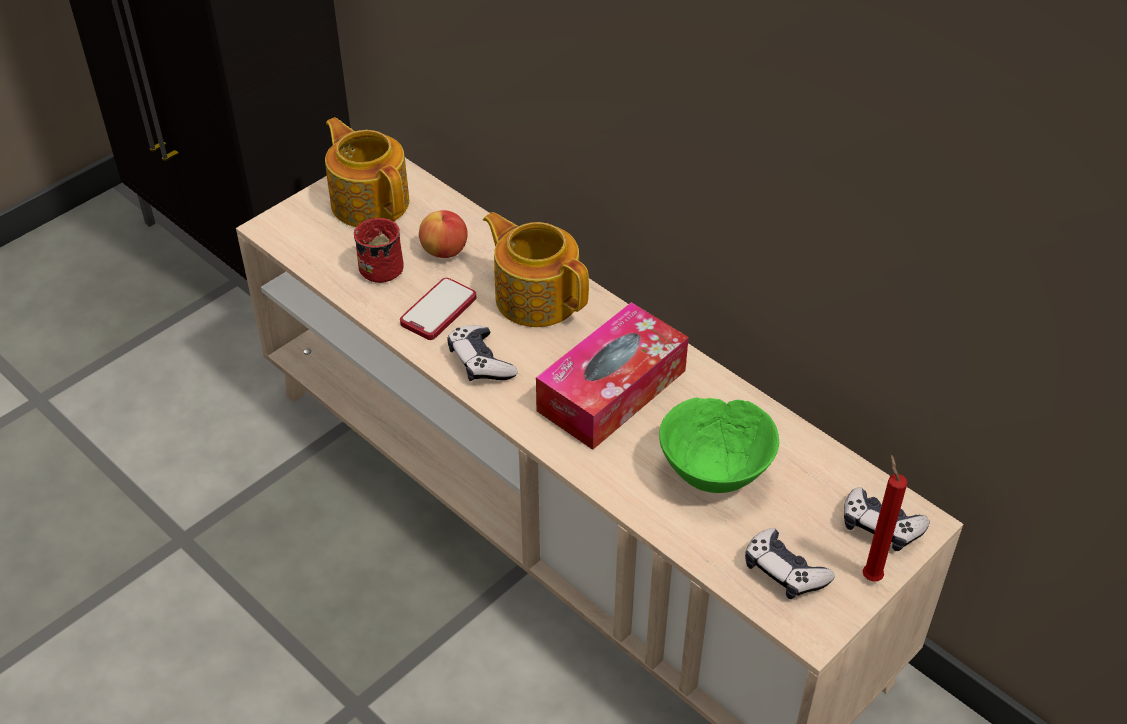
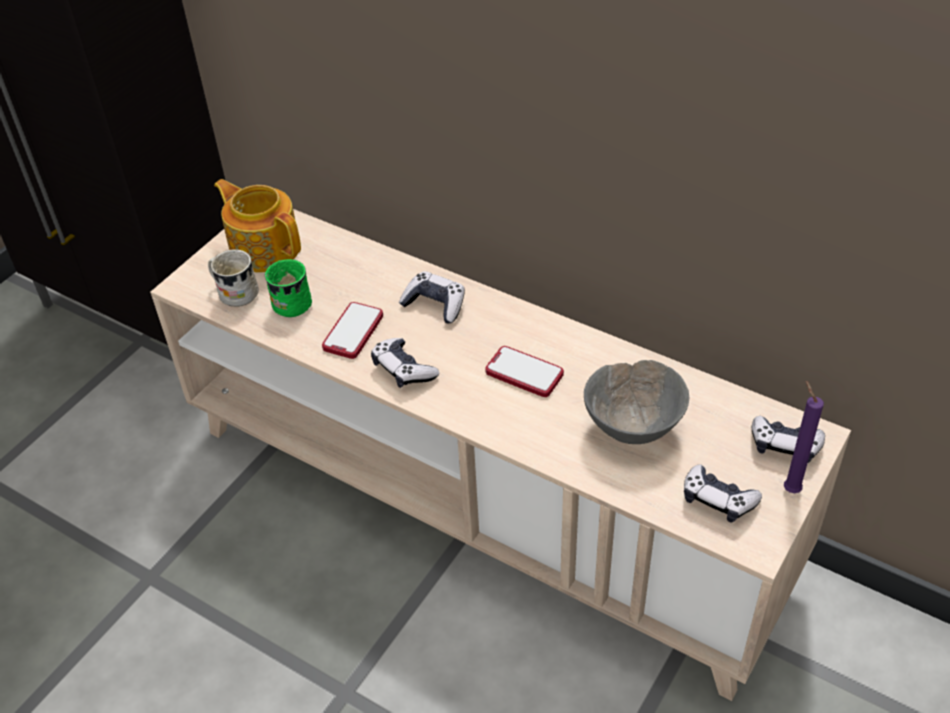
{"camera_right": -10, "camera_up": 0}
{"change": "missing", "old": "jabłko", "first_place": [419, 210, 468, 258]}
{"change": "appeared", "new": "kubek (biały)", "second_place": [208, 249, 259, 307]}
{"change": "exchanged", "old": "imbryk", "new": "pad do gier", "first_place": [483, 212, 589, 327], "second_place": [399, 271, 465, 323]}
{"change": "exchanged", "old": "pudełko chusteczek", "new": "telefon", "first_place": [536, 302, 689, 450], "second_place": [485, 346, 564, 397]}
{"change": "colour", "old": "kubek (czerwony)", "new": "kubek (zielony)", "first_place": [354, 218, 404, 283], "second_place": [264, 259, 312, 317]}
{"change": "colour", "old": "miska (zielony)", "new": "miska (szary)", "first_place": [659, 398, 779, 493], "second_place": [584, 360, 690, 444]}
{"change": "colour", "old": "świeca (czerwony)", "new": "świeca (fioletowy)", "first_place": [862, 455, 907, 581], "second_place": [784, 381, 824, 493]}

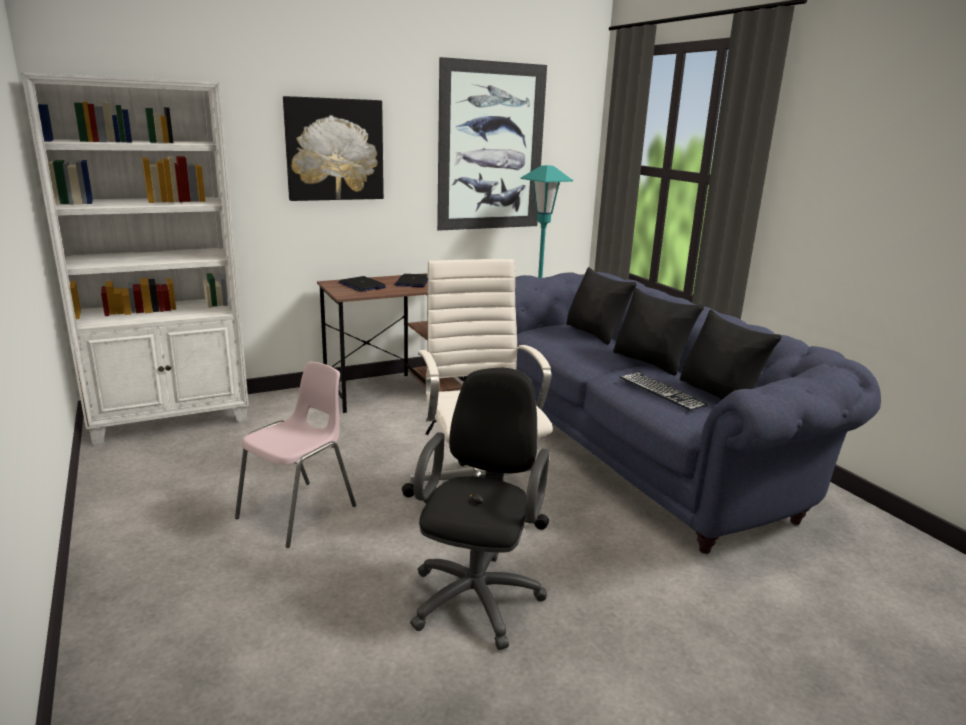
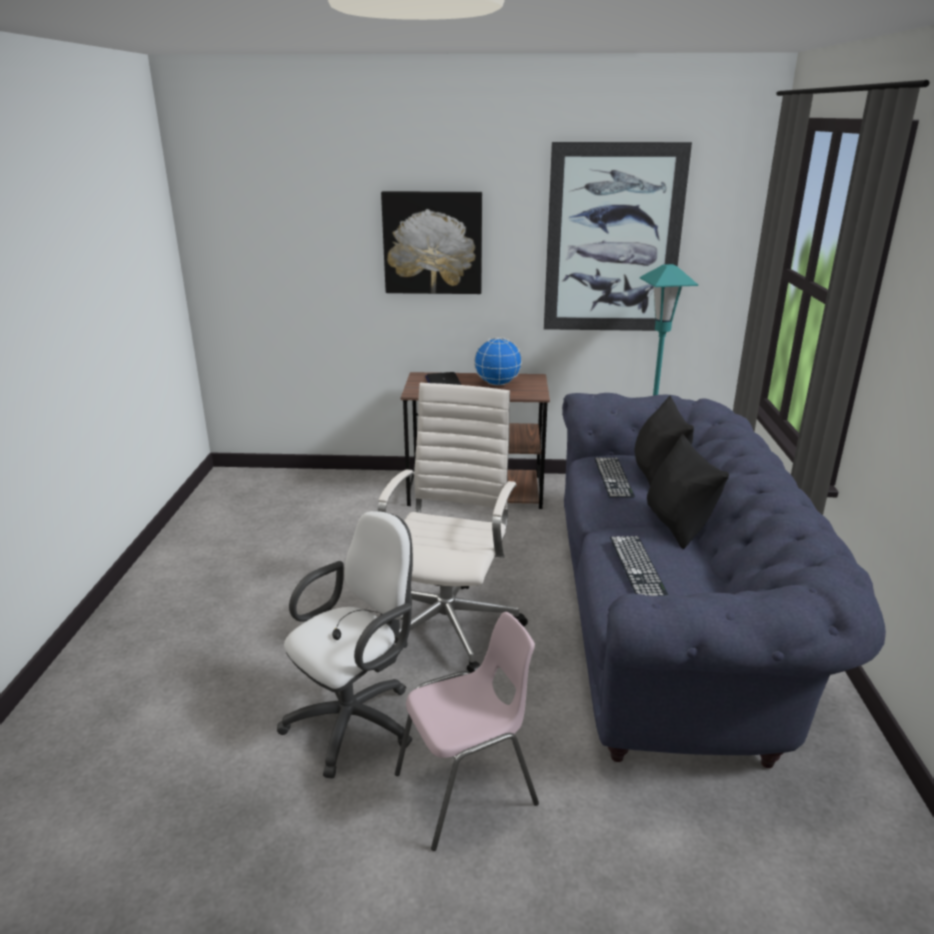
{"camera_right": 30, "camera_up": 5}
{"change": "missing", "old": "regał (biały)", "first_place": [21, 72, 249, 445]}
{"change": "missing", "old": "poduszka (czarny)", "first_place": [680, 310, 781, 400]}
{"change": "appeared", "new": "klawiatura", "second_place": [594, 458, 635, 498]}
{"change": "relocated", "old": "krzesło (różowy)", "first_place": [235, 362, 356, 548], "second_place": [395, 612, 539, 851]}
{"change": "exchanged", "old": "laptop", "new": "globus", "first_place": [394, 274, 428, 287], "second_place": [474, 338, 522, 385]}
{"change": "colour", "old": "krzesło biurowe (czarny)", "new": "krzesło biurowe (biały)", "first_place": [410, 368, 550, 650], "second_place": [277, 511, 413, 778]}

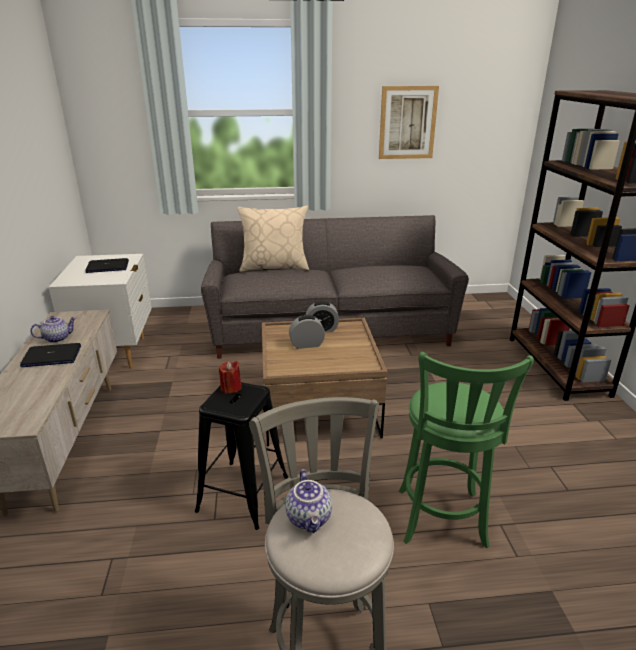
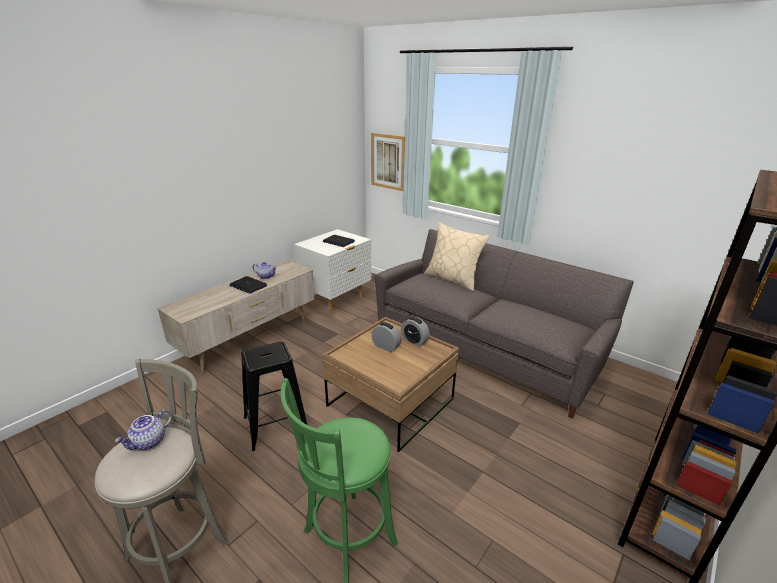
{"camera_right": 45, "camera_up": 0}
{"change": "missing", "old": "świeca (czerwony)", "first_place": [219, 361, 242, 394]}
{"change": "relocated", "old": "obraz", "first_place": [379, 86, 439, 159], "second_place": [371, 133, 405, 191]}

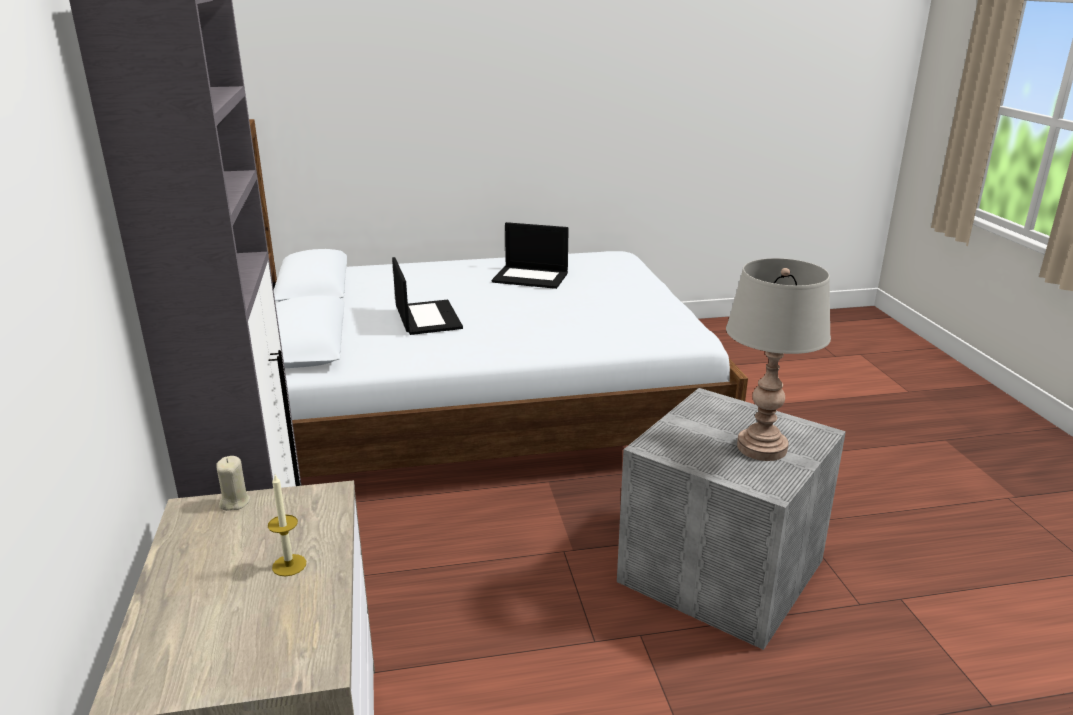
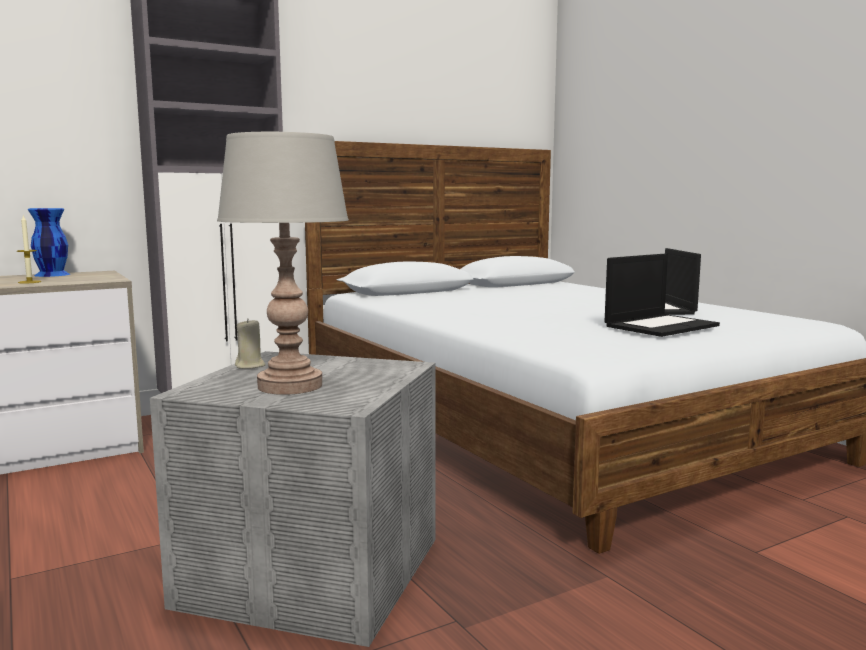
{"camera_right": 70, "camera_up": -15}
{"change": "appeared", "new": "wazon (niebieski)", "second_place": [28, 208, 70, 277]}
{"change": "relocated", "old": "świeca (beżowy)", "first_place": [216, 456, 251, 511], "second_place": [235, 318, 266, 369]}
{"change": "relocated", "old": "laptop", "first_place": [392, 257, 463, 335], "second_place": [604, 254, 720, 337]}

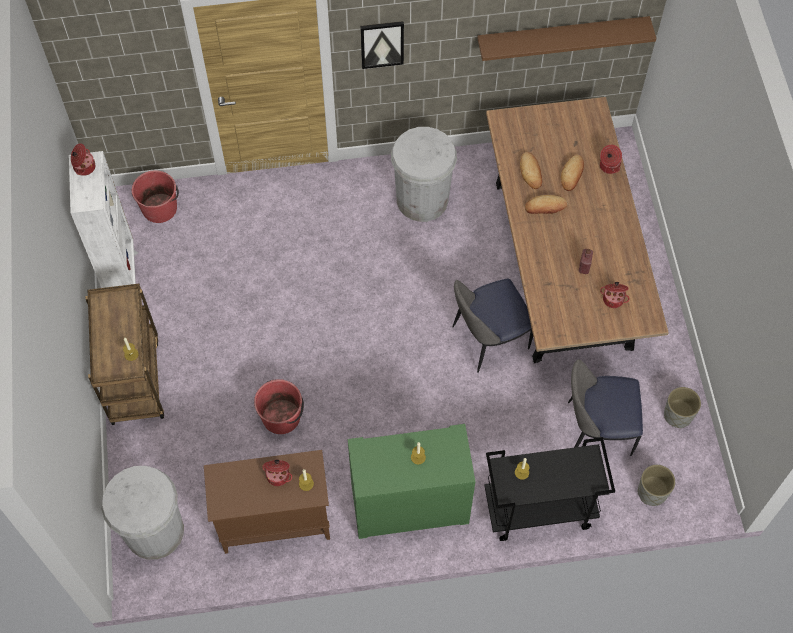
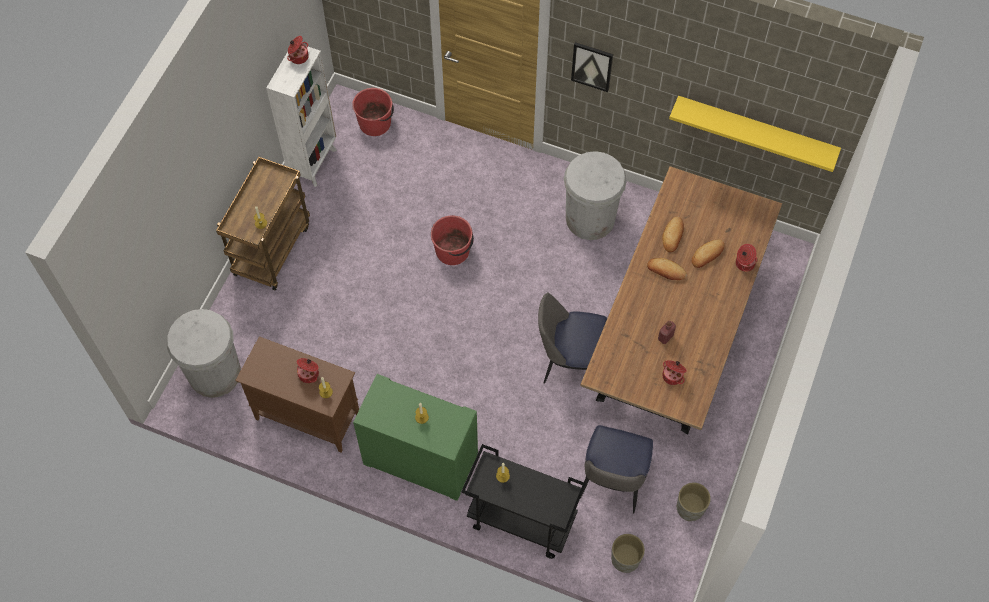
{"camera_right": 30, "camera_up": 0}
{"change": "relocated", "old": "wiadro (czerwony)", "first_place": [254, 379, 304, 434], "second_place": [431, 215, 474, 265]}
{"change": "colour", "old": "półka (brązowy)", "new": "półka (żółty)", "first_place": [477, 16, 657, 61], "second_place": [669, 96, 841, 172]}
{"change": "spun", "old": "krzesło", "first_place": [568, 359, 643, 456], "second_place": [580, 425, 653, 514], "degrees": -105}

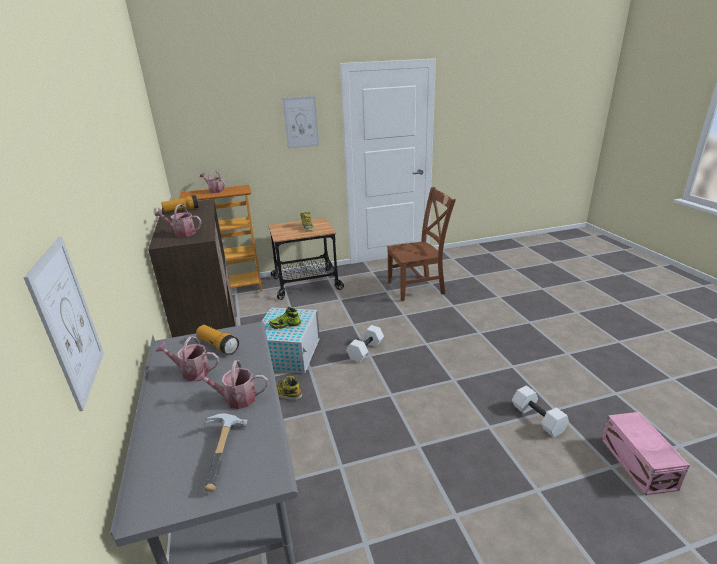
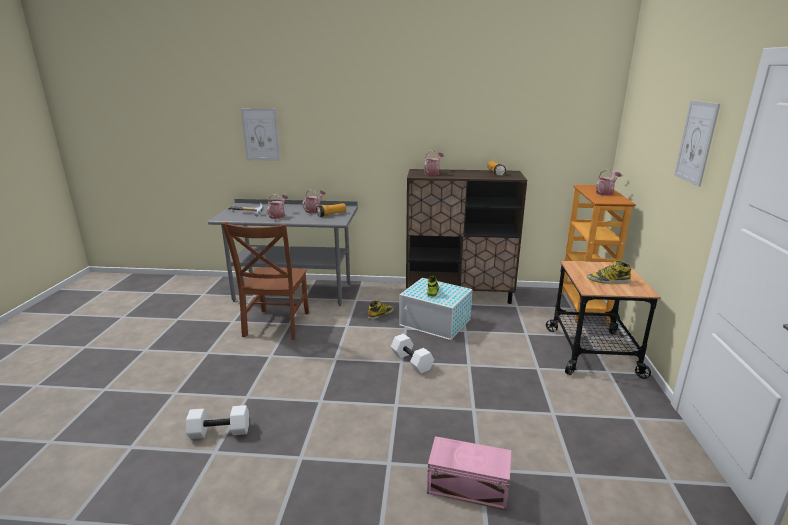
{"camera_right": 110, "camera_up": -5}
{"change": "relocated", "old": "krzesło (brązowy)", "first_place": [387, 187, 456, 301], "second_place": [221, 222, 309, 340]}
{"change": "relocated", "old": "pojemnik do przechowywania (różowy)", "first_place": [602, 412, 690, 495], "second_place": [427, 436, 511, 510]}

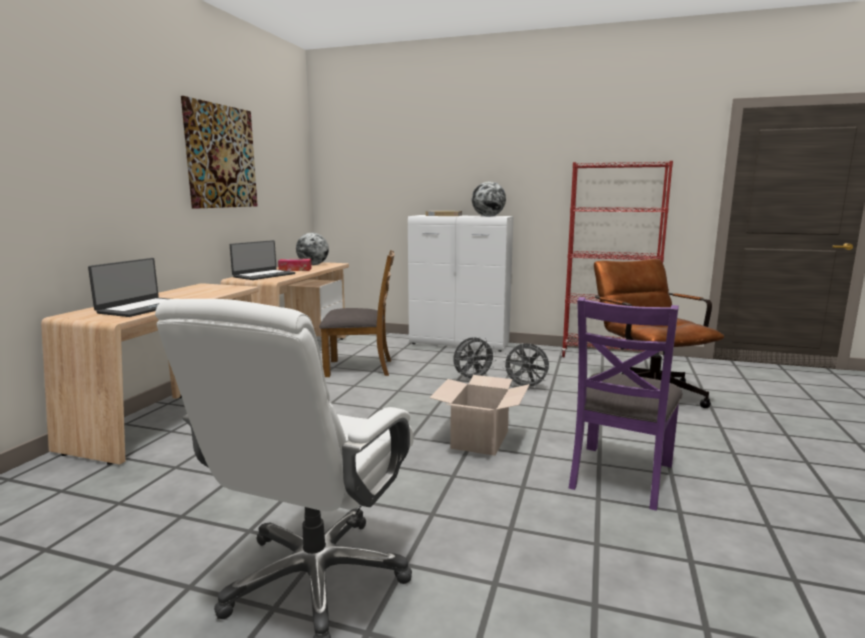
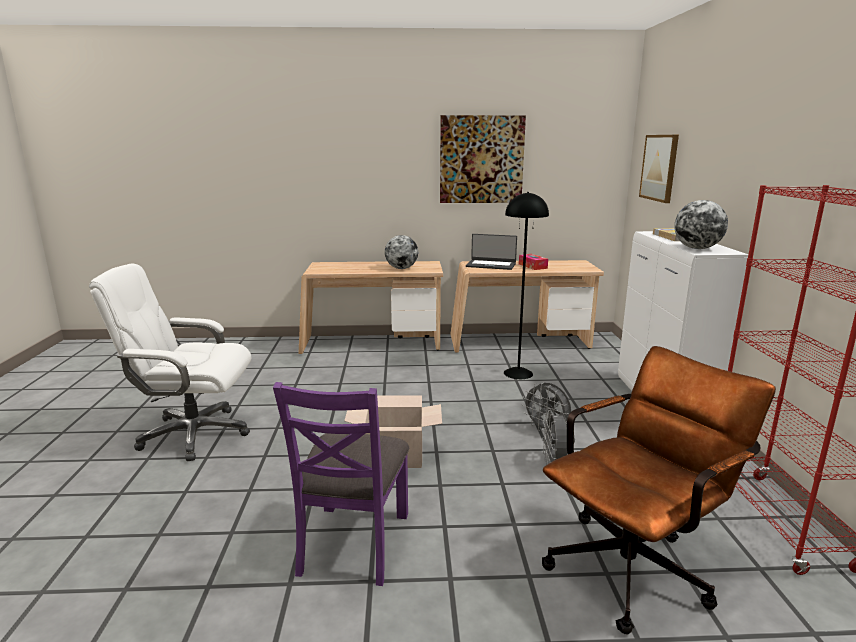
{"camera_right": 70, "camera_up": 5}
{"change": "missing", "old": "laptop", "first_place": [88, 258, 169, 317]}
{"change": "appeared", "new": "obraz", "second_place": [639, 135, 679, 203]}
{"change": "relocated", "old": "globus", "first_place": [296, 233, 329, 265], "second_place": [385, 235, 418, 269]}
{"change": "exchanged", "old": "krzesło (brązowy)", "new": "lampa stojąca (czarny)", "first_place": [319, 250, 395, 377], "second_place": [504, 192, 549, 379]}
{"change": "spun", "old": "krzesło (fioletowy)", "first_place": [569, 297, 683, 511], "second_place": [273, 382, 409, 586], "degrees": -90}

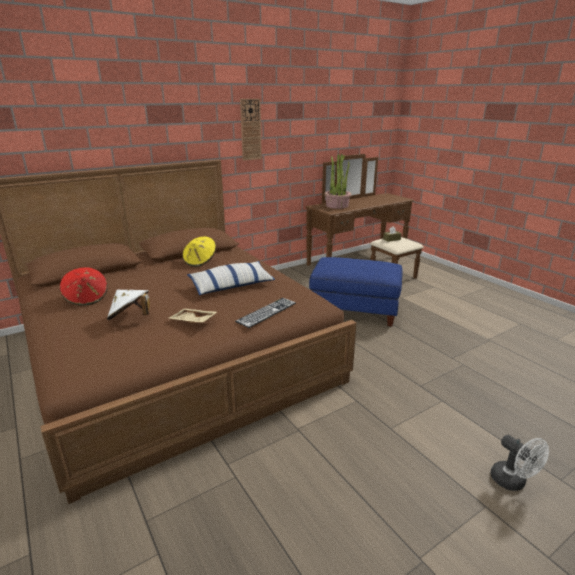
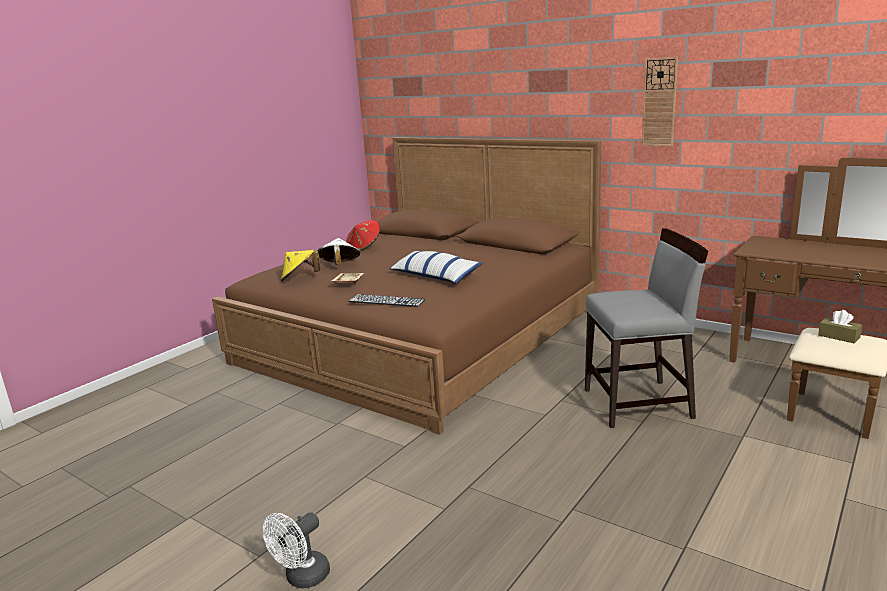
{"camera_right": 70, "camera_up": -5}
{"change": "missing", "old": "roślina doniczkowa", "first_place": [324, 154, 351, 209]}
{"change": "relocated", "old": "kapelusz (żółty)", "first_place": [183, 237, 216, 267], "second_place": [281, 250, 320, 282]}
{"change": "exchanged", "old": "pufa (niebieski)", "new": "krzesło (szary)", "first_place": [309, 257, 403, 326], "second_place": [585, 228, 708, 428]}

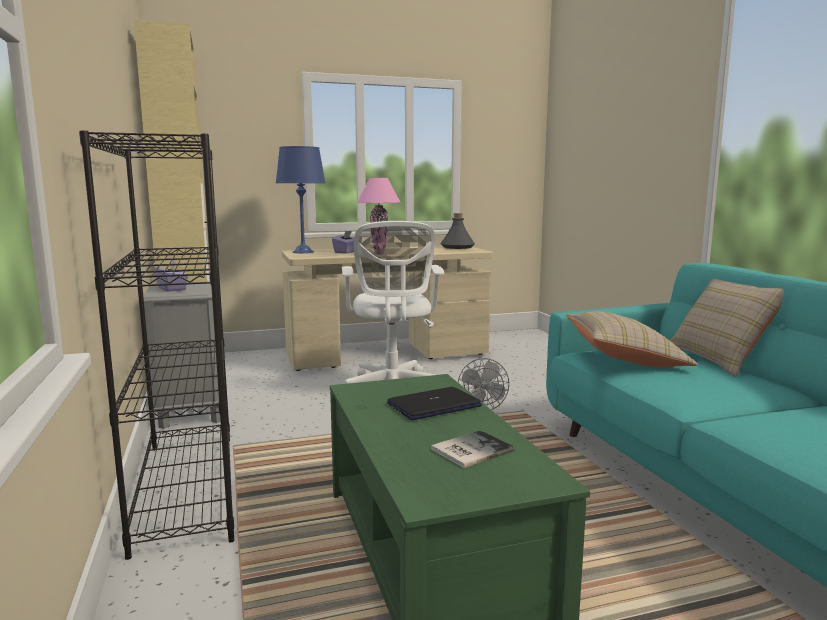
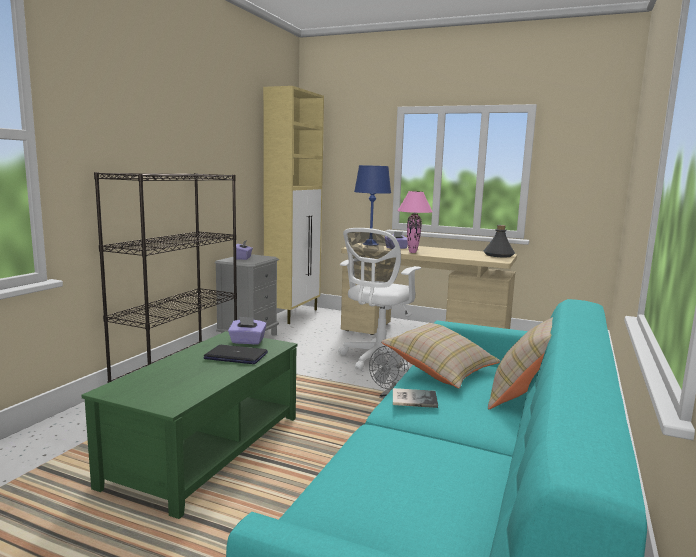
{"camera_right": 40, "camera_up": 0}
{"change": "appeared", "new": "pudełko chusteczek (fioletowy)", "second_place": [228, 317, 267, 345]}
{"change": "relocated", "old": "książka", "first_place": [431, 430, 514, 468], "second_place": [393, 388, 438, 408]}

